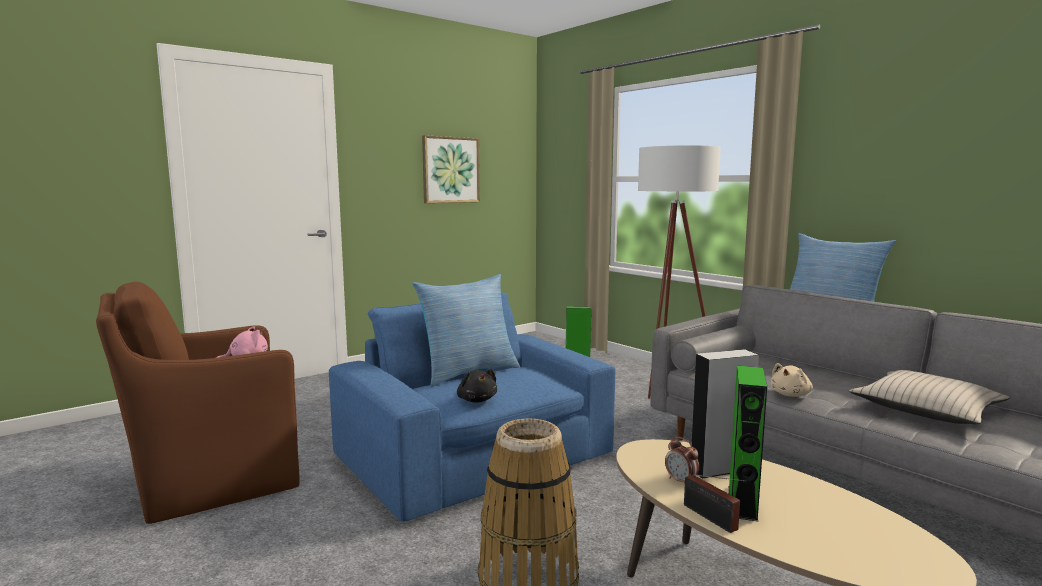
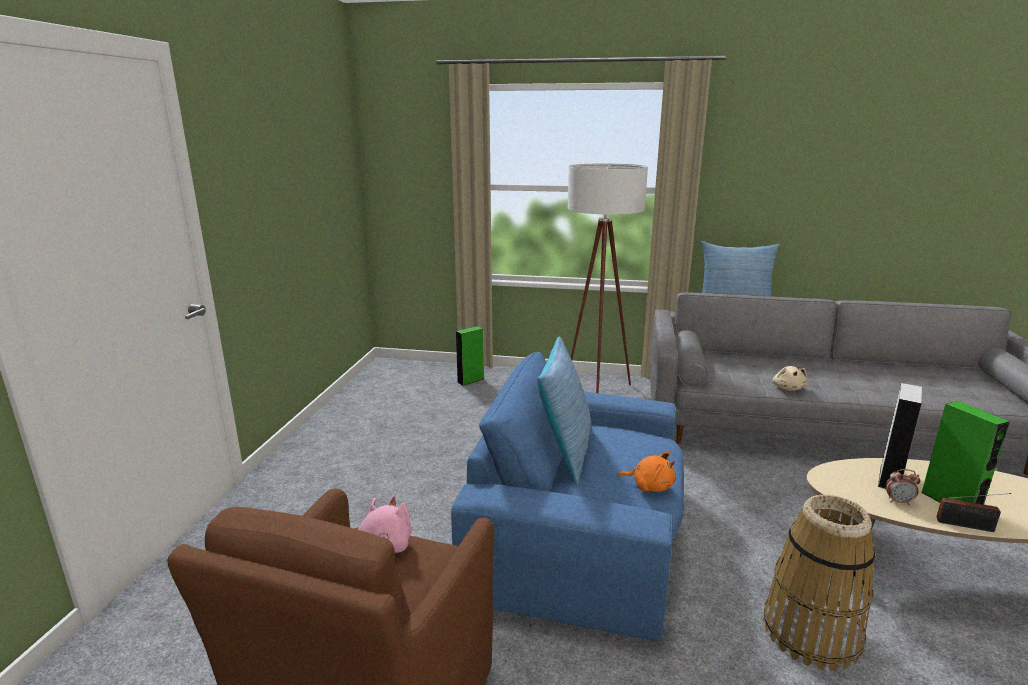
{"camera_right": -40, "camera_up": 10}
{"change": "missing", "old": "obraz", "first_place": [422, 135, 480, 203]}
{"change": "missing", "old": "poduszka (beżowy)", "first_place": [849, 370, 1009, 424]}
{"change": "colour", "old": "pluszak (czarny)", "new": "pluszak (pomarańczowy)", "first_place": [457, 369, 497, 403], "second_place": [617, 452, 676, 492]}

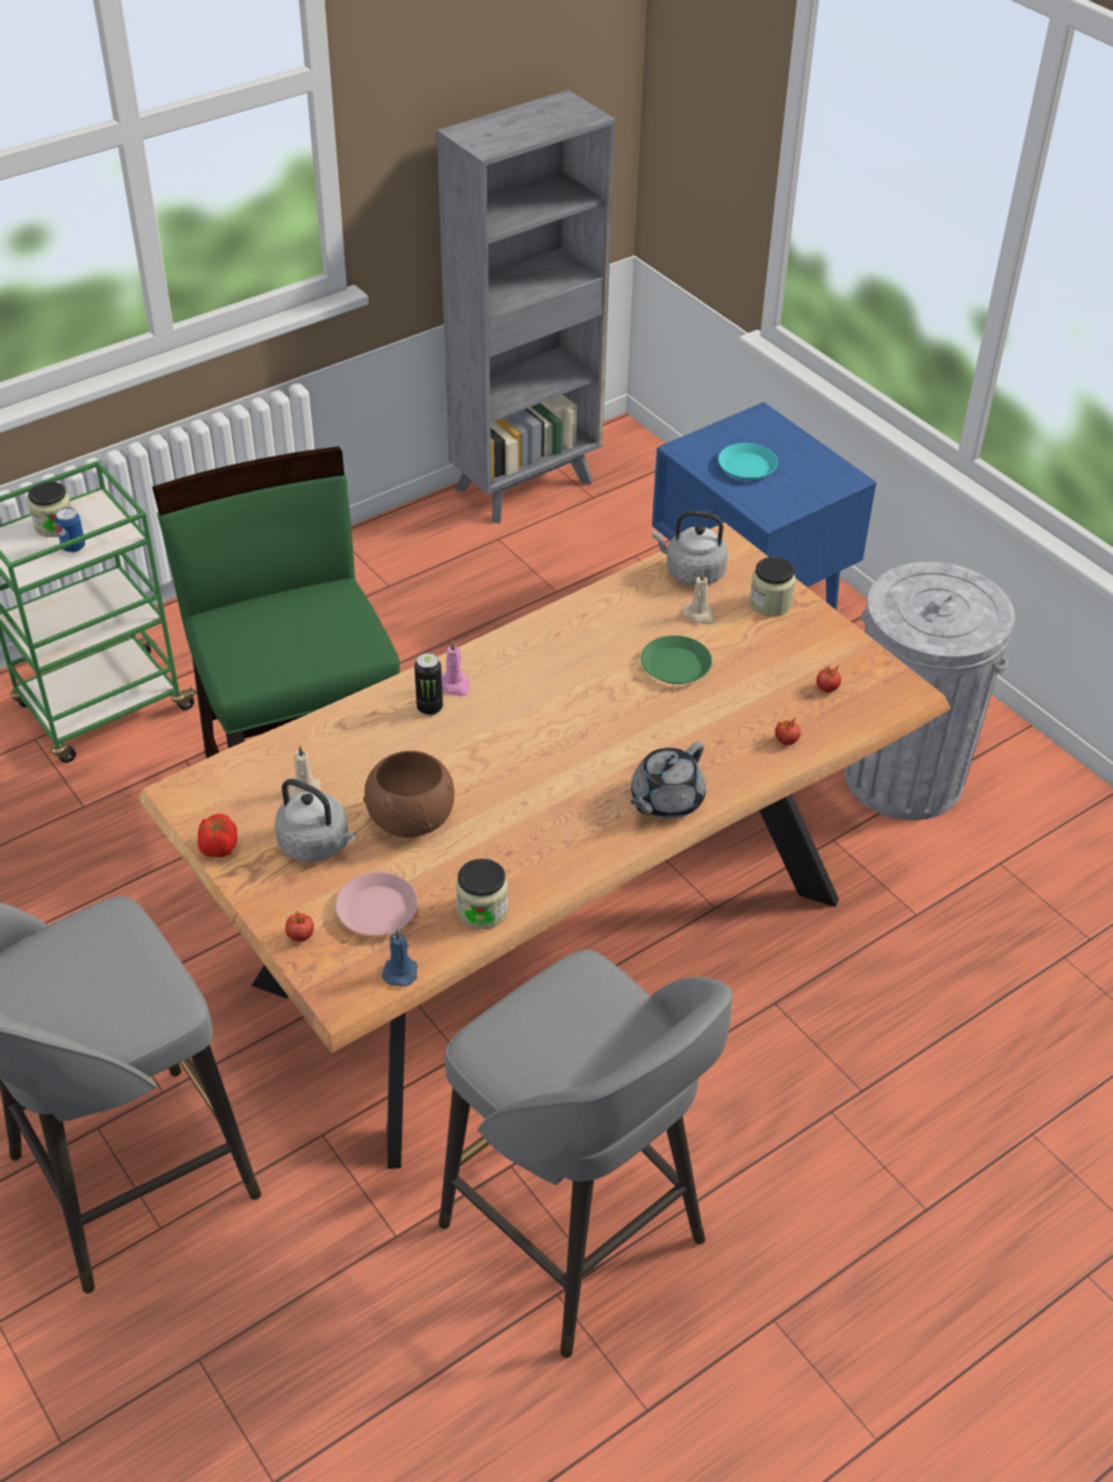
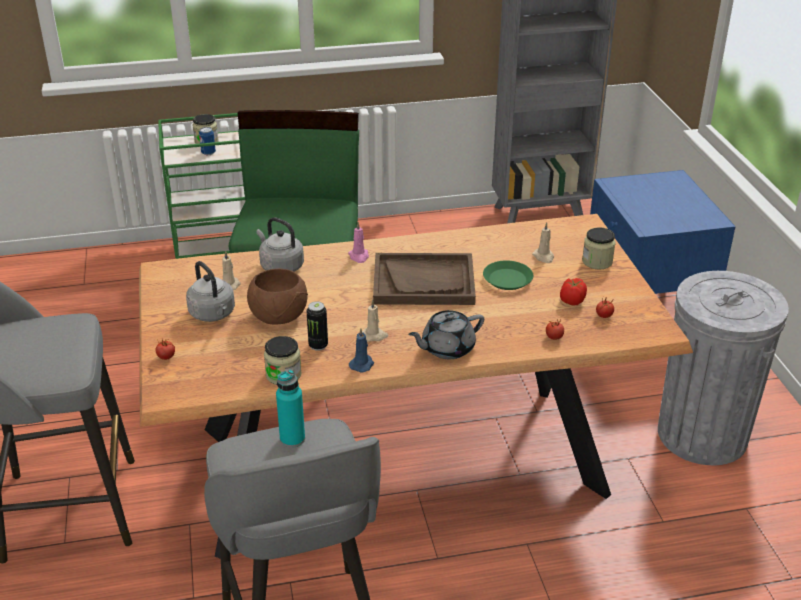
{"camera_right": 25, "camera_up": -10}
{"change": "missing", "old": "talerz (różowy)", "first_place": [336, 872, 418, 936]}
{"change": "missing", "old": "talerz (turkusowy)", "first_place": [718, 443, 778, 480]}
{"change": "appeared", "new": "butelka (turkusowy)", "second_place": [276, 370, 305, 448]}
{"change": "appeared", "new": "świeca (beżowy)", "second_place": [362, 300, 388, 342]}
{"change": "appeared", "new": "taca (brązowy)", "second_place": [373, 253, 476, 305]}
{"change": "relocated", "old": "pomidor", "first_place": [198, 814, 237, 858], "second_place": [560, 278, 587, 306]}
{"change": "relocated", "old": "świeca (niebieski)", "first_place": [382, 928, 418, 986], "second_place": [349, 328, 374, 372]}
{"change": "relocated", "old": "puszka", "first_place": [414, 653, 443, 716], "second_place": [306, 301, 328, 351]}
{"change": "relocated", "old": "czajnik (szary)", "first_place": [653, 511, 728, 586], "second_place": [256, 217, 304, 272]}

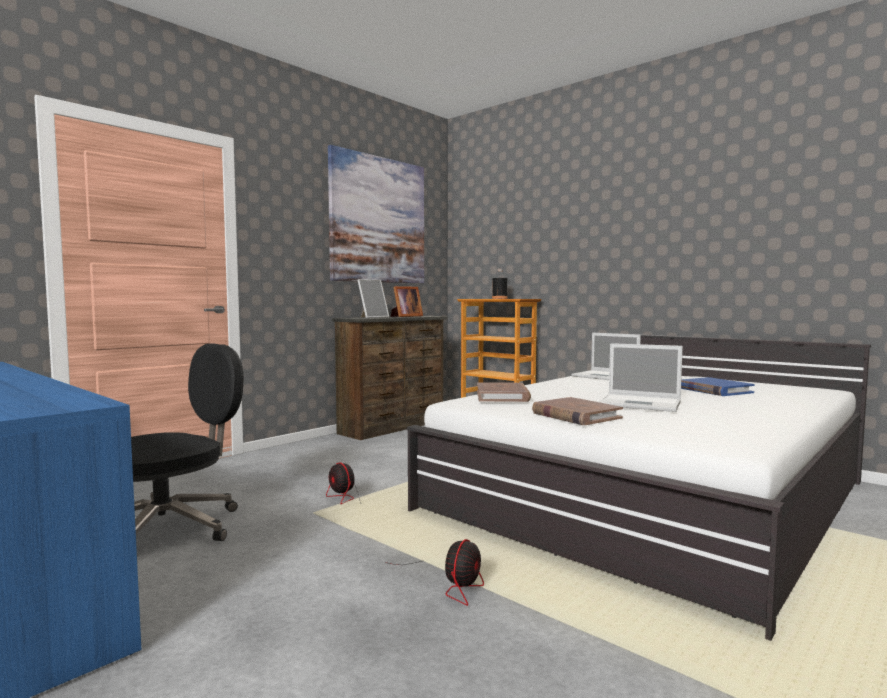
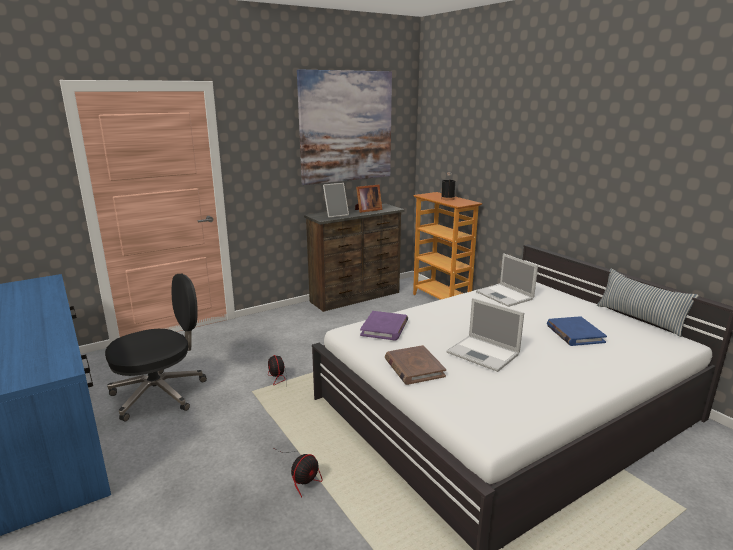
{"camera_right": 15, "camera_up": 15}
{"change": "appeared", "new": "poduszka", "second_place": [597, 269, 699, 337]}
{"change": "colour", "old": "książka (brązowy)", "new": "książka (fioletowy)", "first_place": [477, 382, 531, 402], "second_place": [360, 311, 408, 341]}

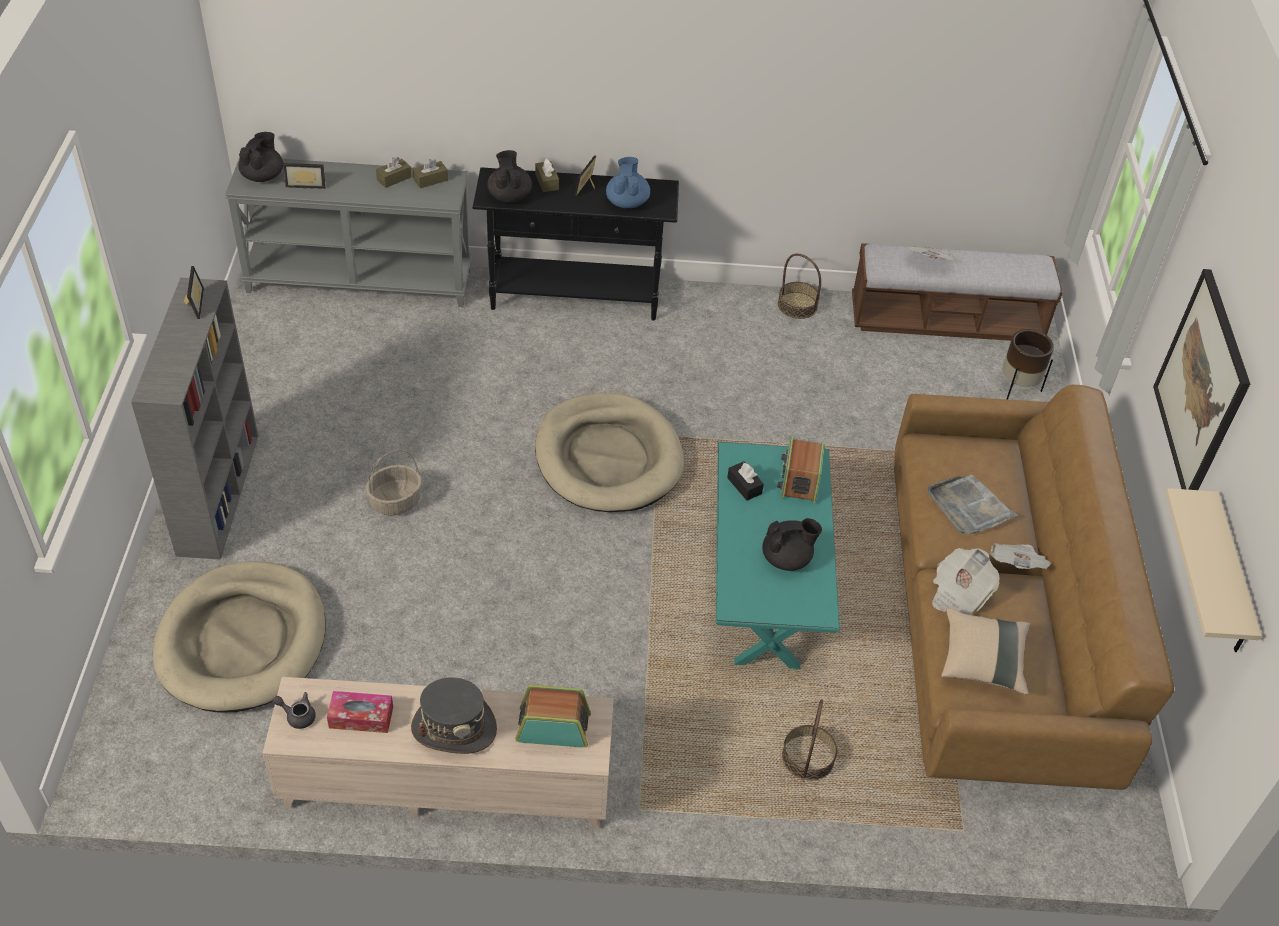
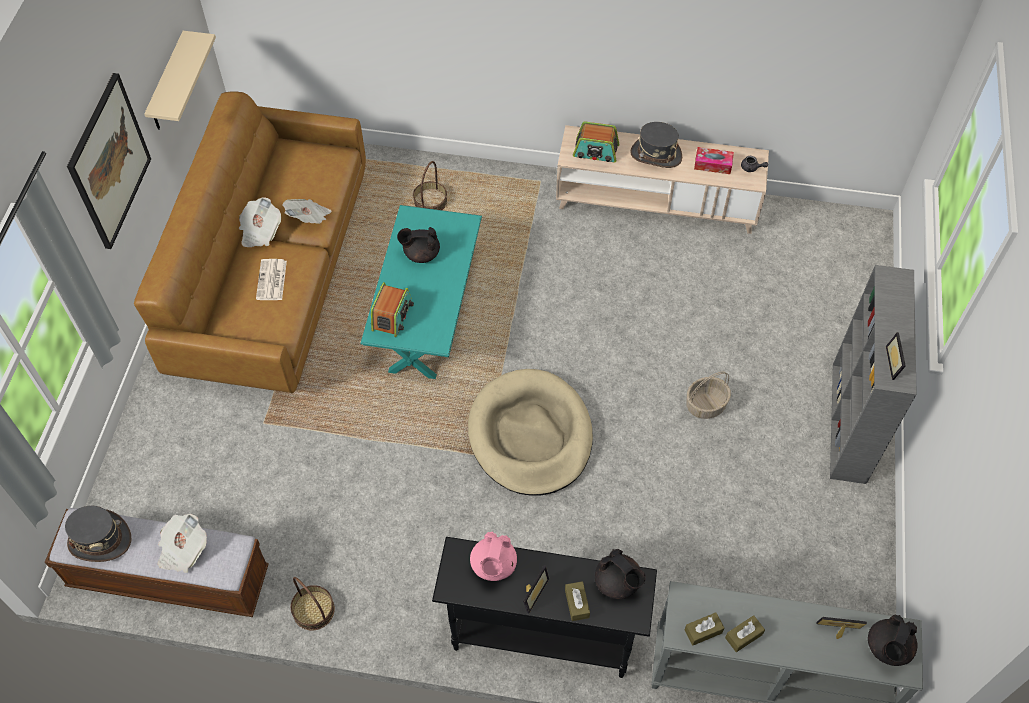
{"camera_right": -170, "camera_up": 10}
{"change": "missing", "old": "legowisko (beżowy)", "first_place": [153, 561, 325, 713]}
{"change": "missing", "old": "pudełko chusteczek (czarny)", "first_place": [727, 461, 764, 501]}
{"change": "missing", "old": "poduszka (beżowy)", "first_place": [941, 608, 1030, 695]}
{"change": "missing", "old": "donica (brązowy)", "first_place": [1003, 329, 1054, 400]}
{"change": "appeared", "new": "kapelusz (szary)", "second_place": [65, 506, 131, 562]}
{"change": "exchanged", "old": "taca (szary)", "new": "gazeta", "first_place": [928, 474, 1018, 534], "second_place": [256, 259, 287, 300]}
{"change": "colour", "old": "imbryk (niebieski)", "new": "imbryk (różowy)", "first_place": [606, 157, 650, 209], "second_place": [470, 532, 517, 581]}
{"change": "spun", "old": "imbryk (czarny)", "first_place": [487, 150, 532, 202], "second_place": [595, 549, 646, 599], "degrees": -45}

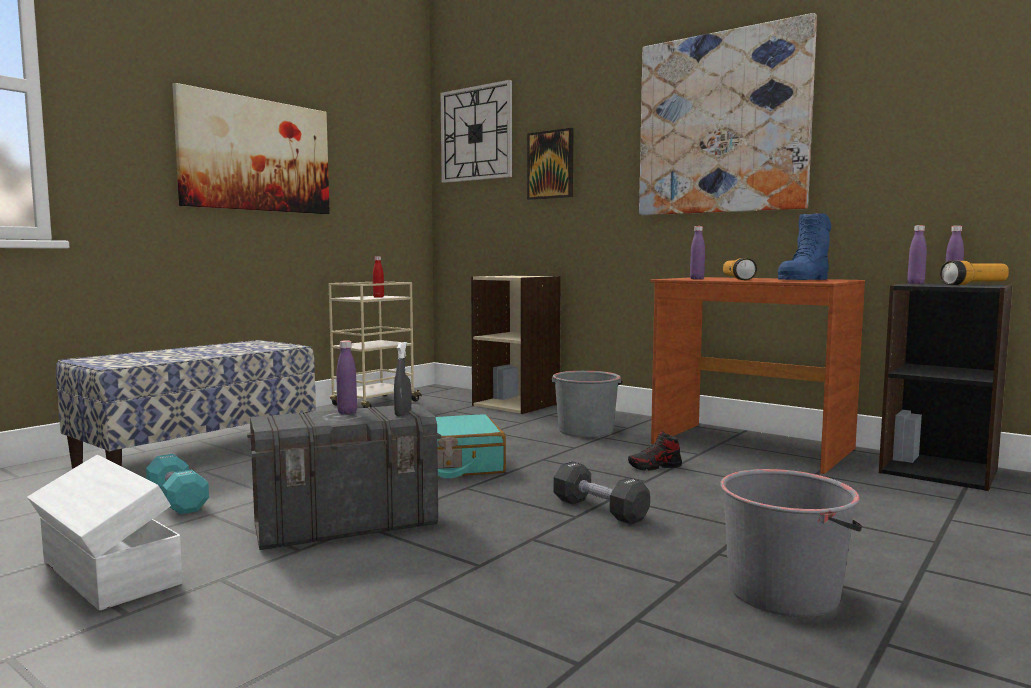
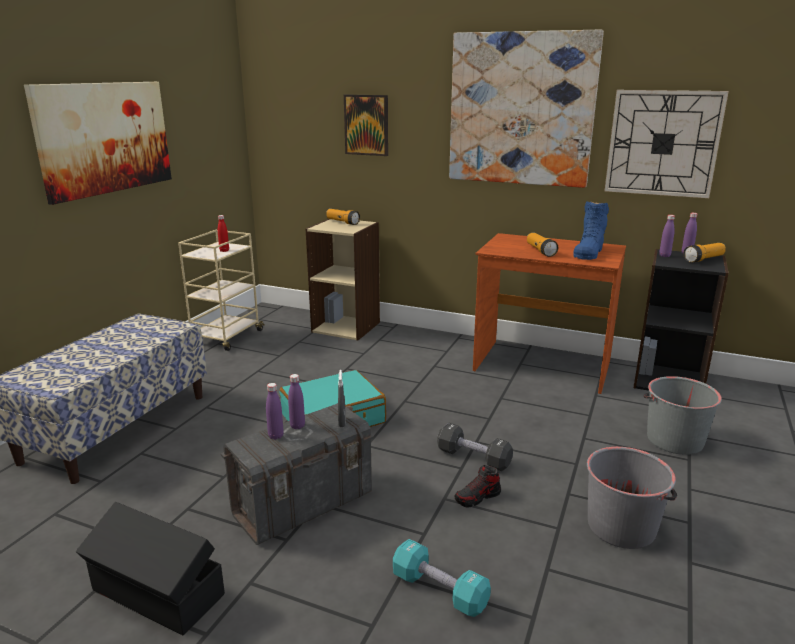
{"camera_right": -15, "camera_up": 15}
{"change": "appeared", "new": "latarka", "second_place": [326, 209, 360, 225]}
{"change": "relocated", "old": "hantel (turkusowy)", "first_place": [146, 454, 209, 514], "second_place": [393, 539, 491, 617]}
{"change": "relocated", "old": "zegar ścienny", "first_place": [441, 80, 512, 183], "second_place": [605, 90, 729, 198]}
{"change": "relocated", "old": "wiadro (szary)", "first_place": [551, 371, 622, 438], "second_place": [644, 376, 722, 455]}
{"change": "relocated", "old": "but", "first_place": [628, 431, 682, 471], "second_place": [454, 465, 501, 507]}
{"change": "relocated", "old": "butelka (fioletowy)", "first_place": [690, 226, 705, 279], "second_place": [266, 383, 284, 440]}
{"change": "colour", "old": "pojemnik do przechowywania (biały)", "new": "pojemnik do przechowywania (czarny)", "first_place": [27, 455, 183, 611], "second_place": [76, 502, 225, 635]}

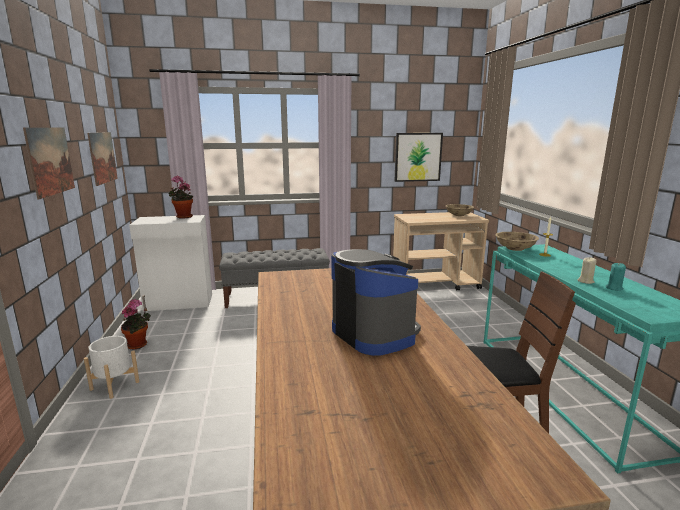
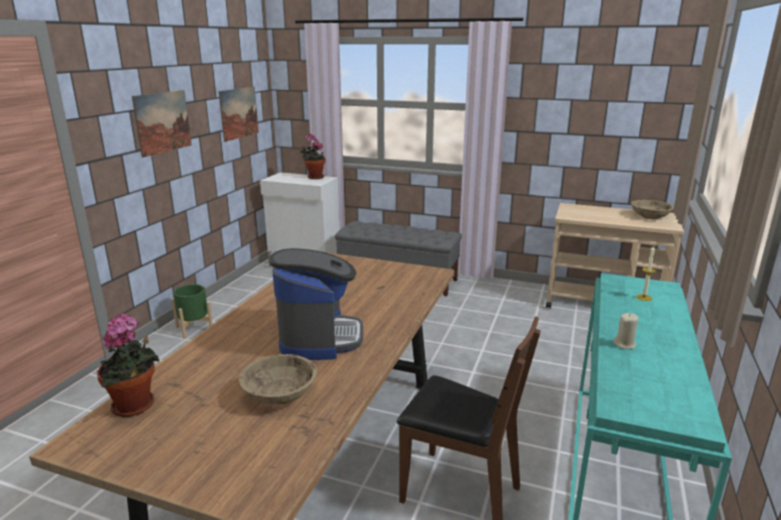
{"camera_right": 30, "camera_up": 5}
{"change": "missing", "old": "obraz", "first_place": [394, 133, 443, 182]}
{"change": "missing", "old": "świeca (turkusowy)", "first_place": [606, 263, 626, 291]}
{"change": "relocated", "old": "roślina doniczkowa", "first_place": [121, 299, 151, 350], "second_place": [97, 314, 160, 417]}
{"change": "relocated", "old": "miska (beżowy)", "first_place": [495, 232, 539, 251], "second_place": [239, 354, 317, 404]}
{"change": "colour", "old": "donica (biały)", "new": "donica (zielony)", "first_place": [84, 336, 140, 399], "second_place": [172, 284, 213, 339]}

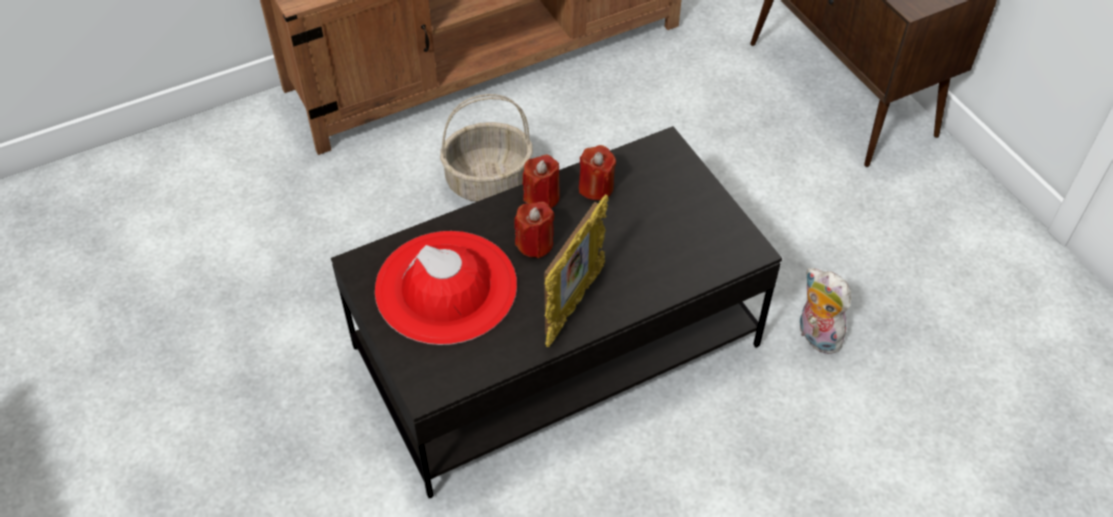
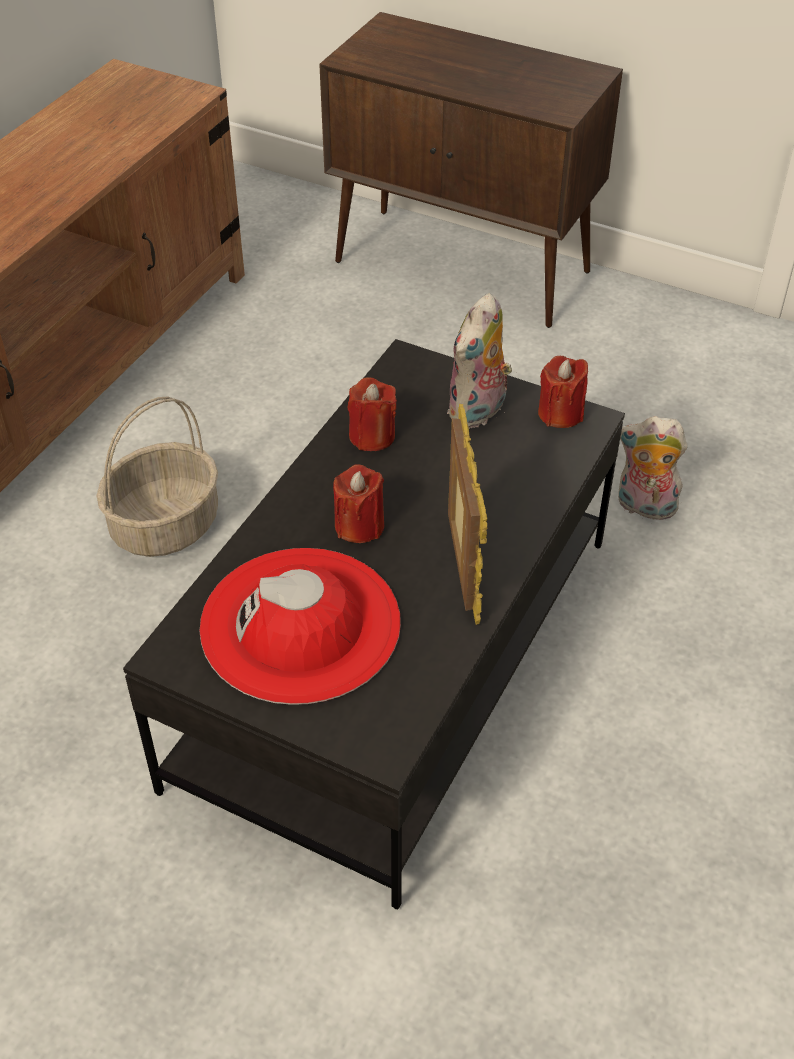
{"camera_right": -35, "camera_up": -5}
{"change": "appeared", "new": "pluszak", "second_place": [447, 293, 512, 429]}
{"change": "relocated", "old": "świeca (czerwony)", "first_place": [522, 154, 560, 208], "second_place": [538, 356, 588, 428]}

